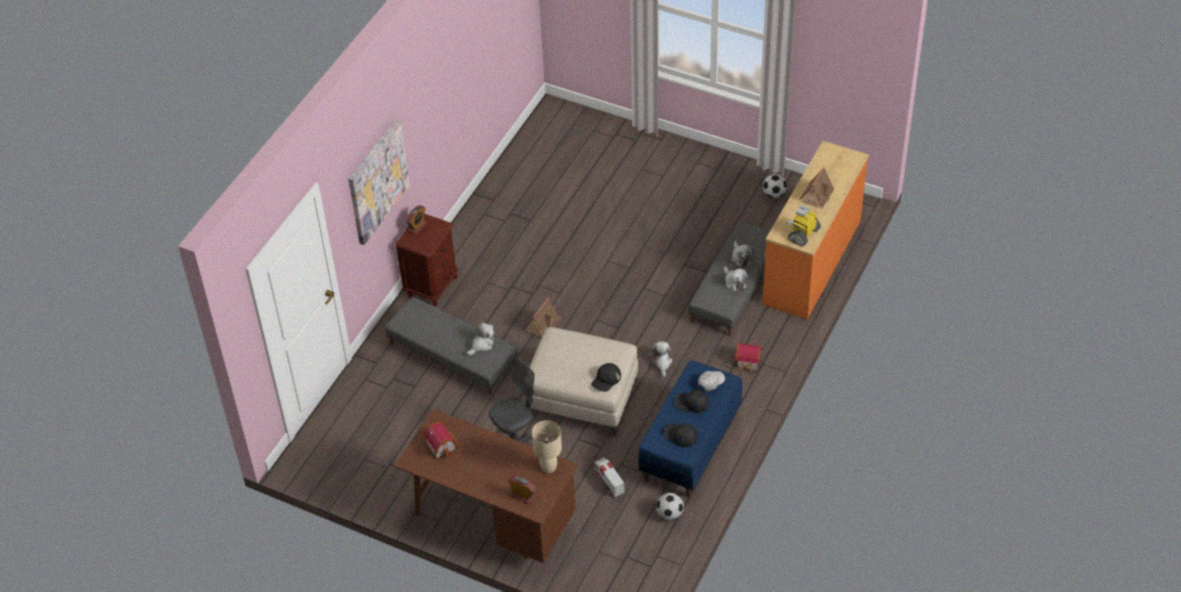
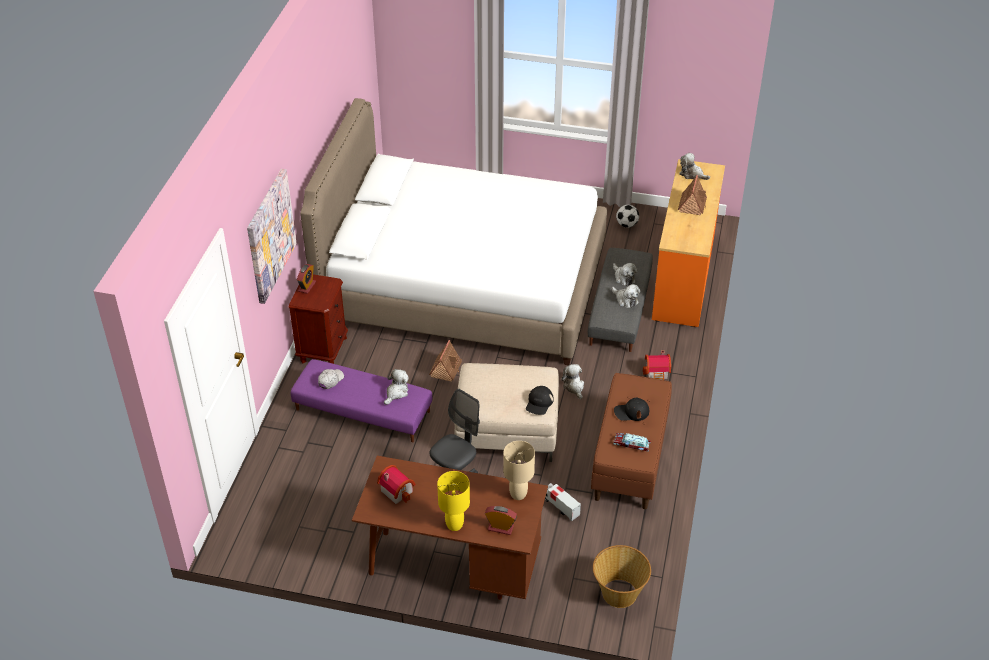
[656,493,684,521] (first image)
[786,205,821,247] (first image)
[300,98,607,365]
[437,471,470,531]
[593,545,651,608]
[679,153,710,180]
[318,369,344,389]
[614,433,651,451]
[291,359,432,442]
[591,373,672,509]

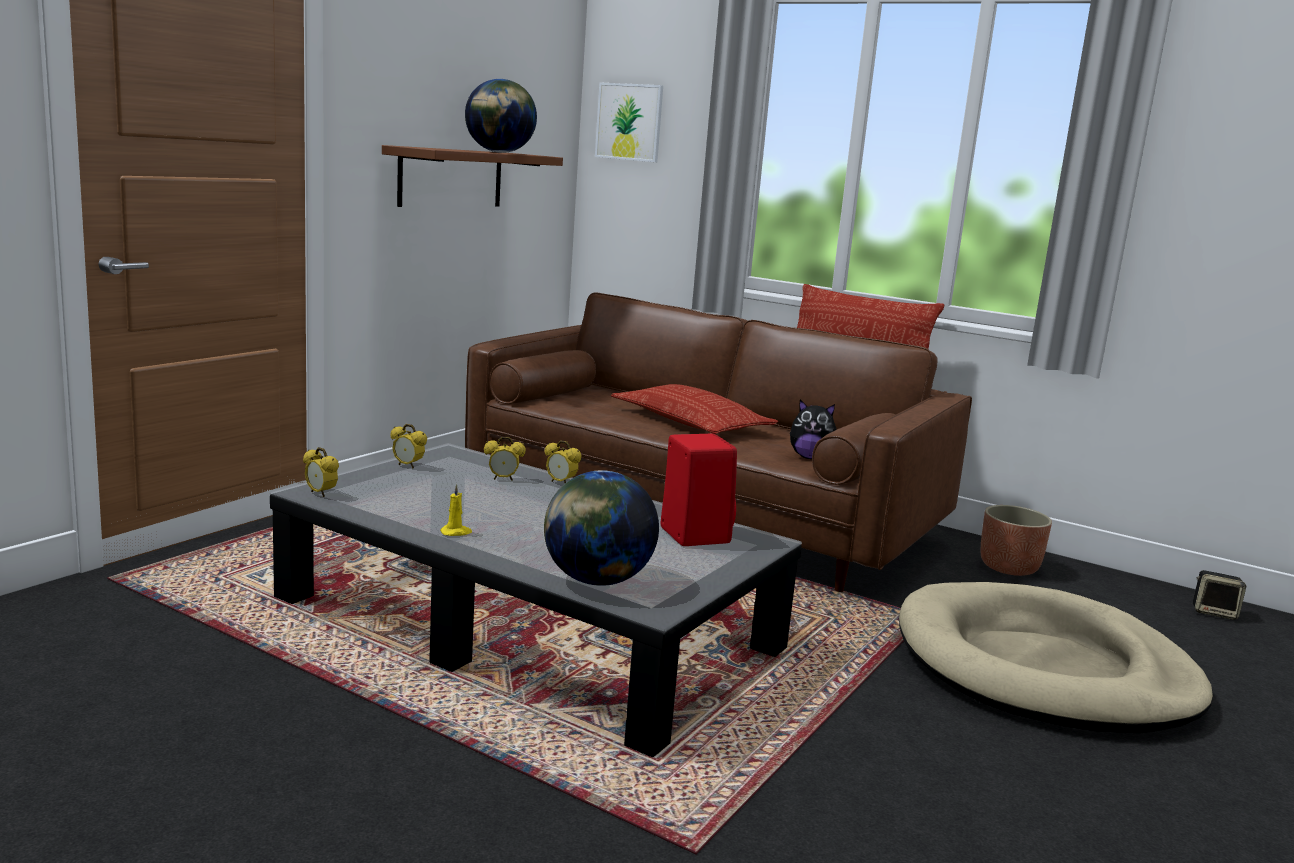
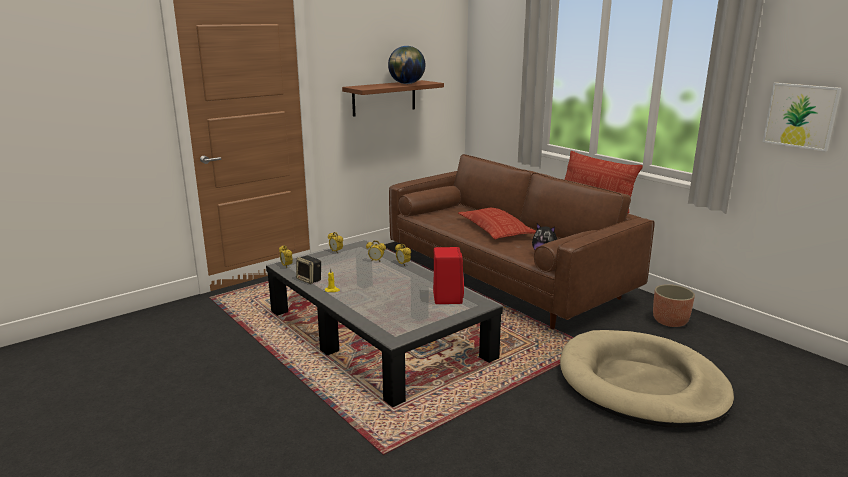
[544,470,659,586] (first image)
[763,83,842,151]
[296,256,321,284]

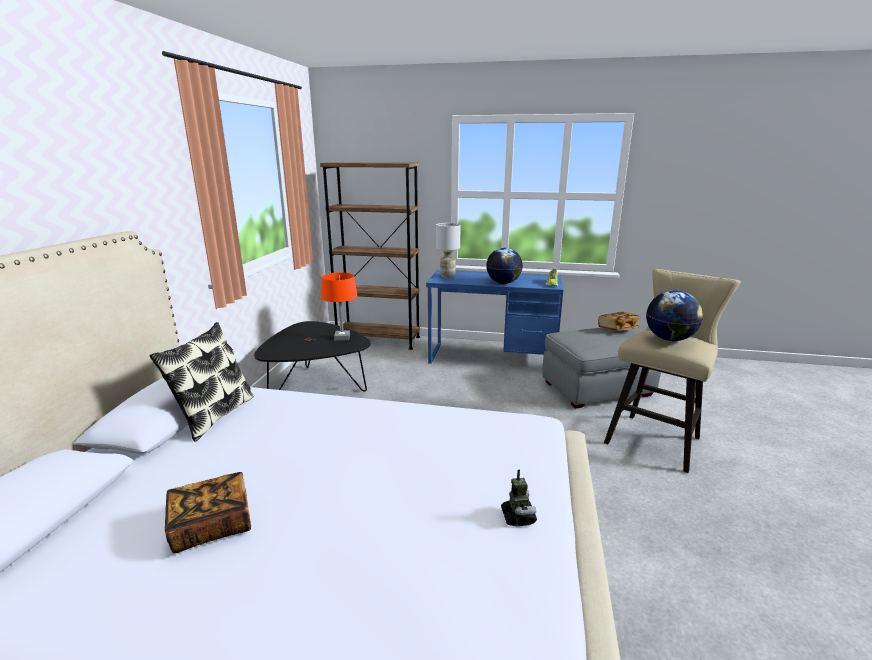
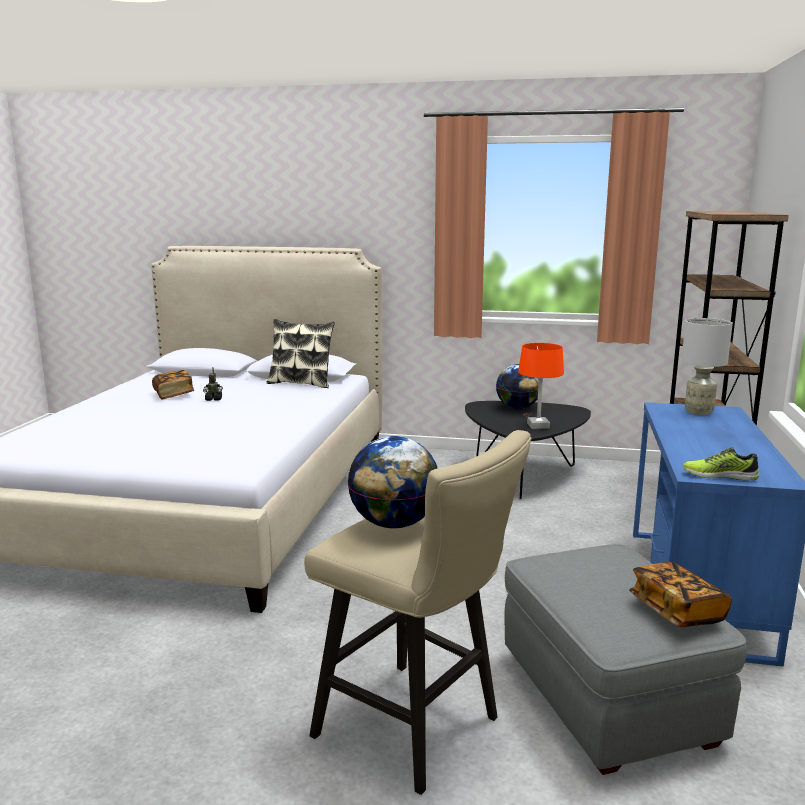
[496,364,539,409]
[203,367,223,401]

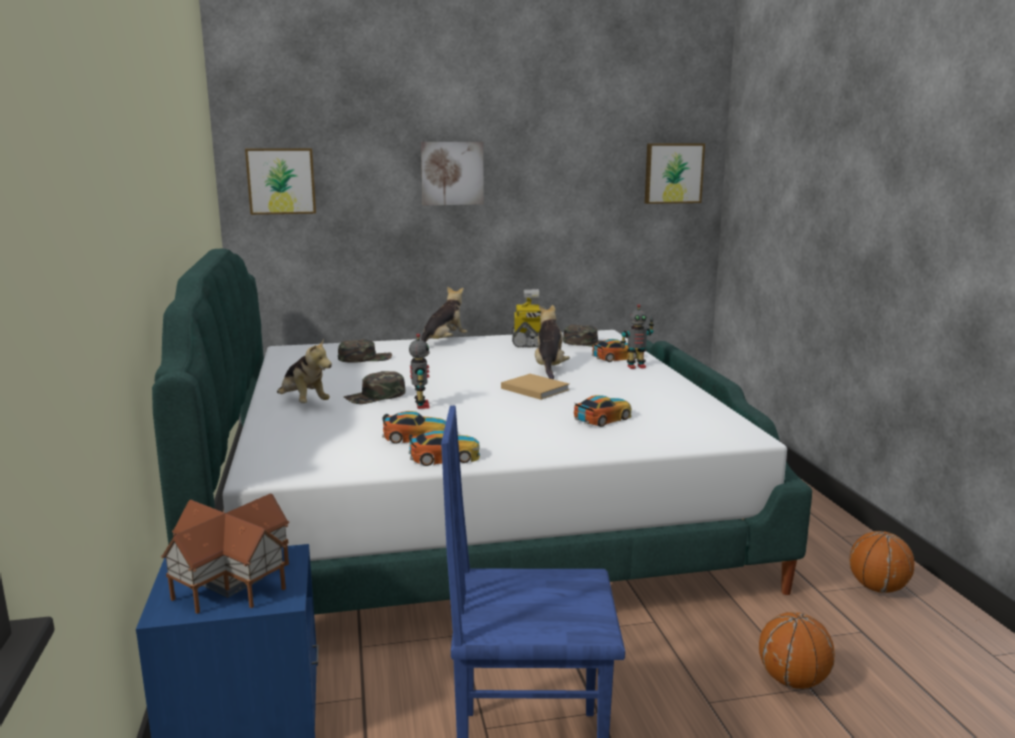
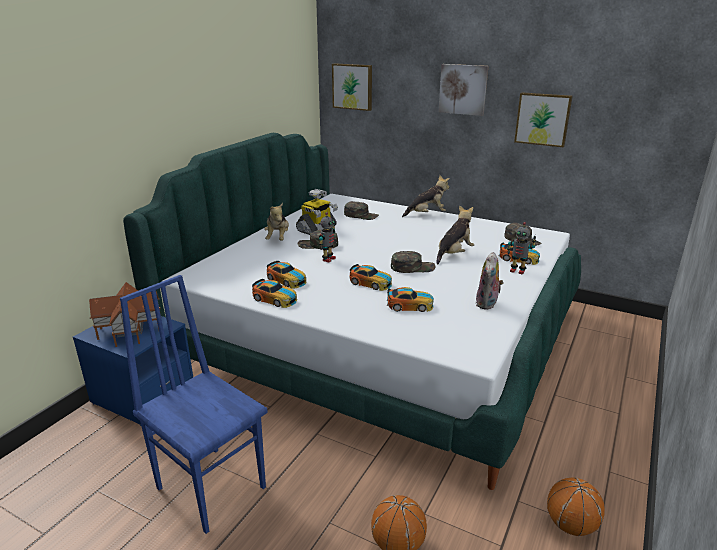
[349,264,392,291]
[476,252,504,310]
[296,189,338,235]
[514,92,573,147]
[391,251,435,273]

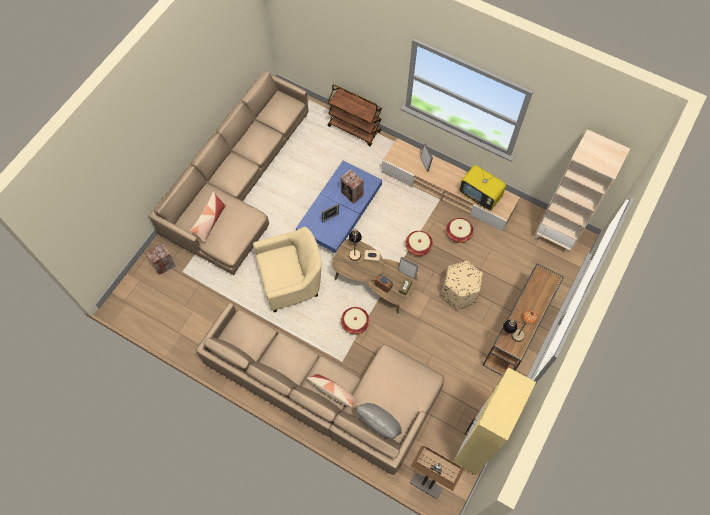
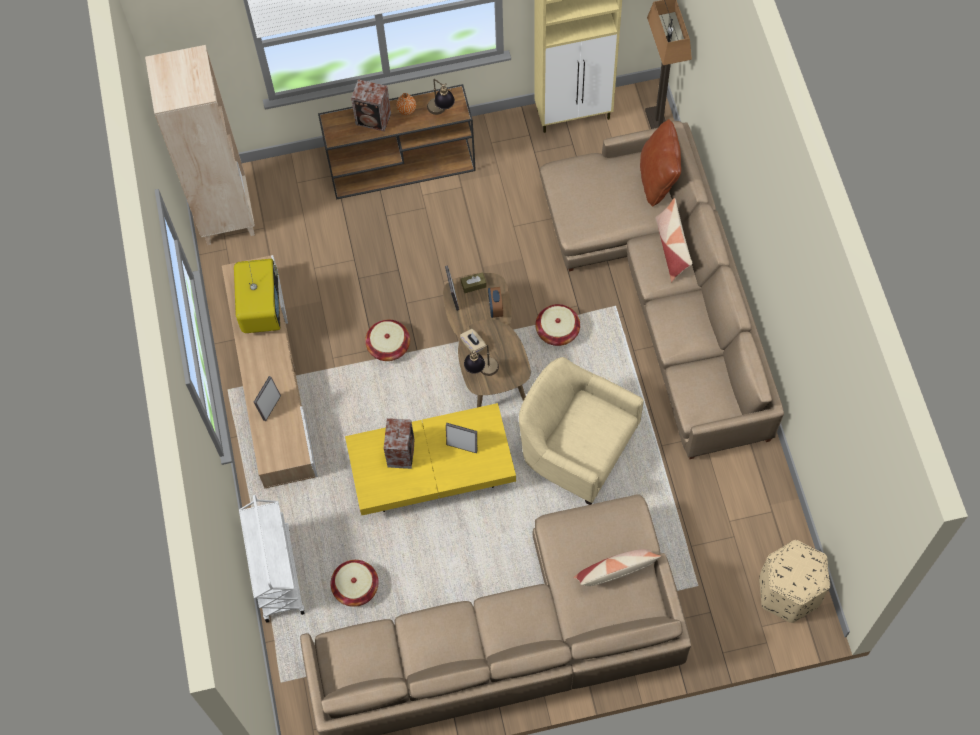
[351,79,391,131]
[759,540,830,623]
[330,560,379,607]
[345,403,516,515]
[239,495,305,623]
[640,119,681,207]

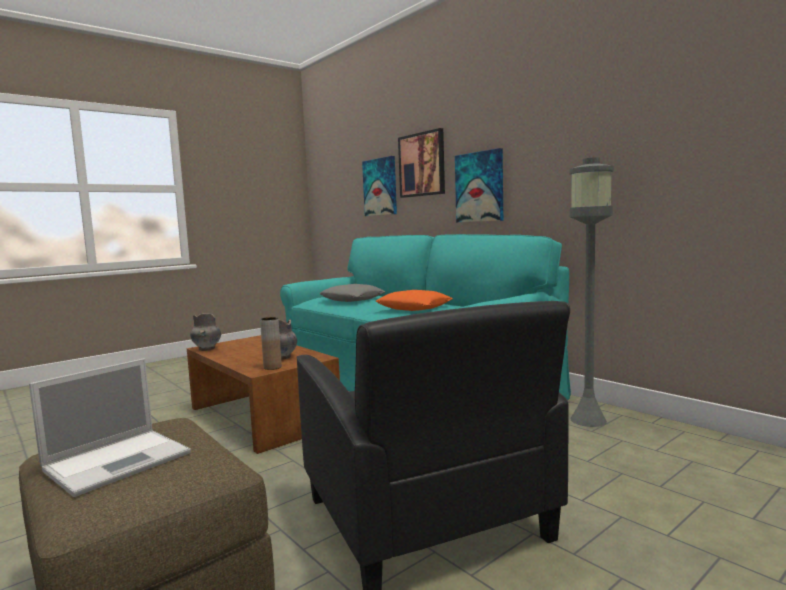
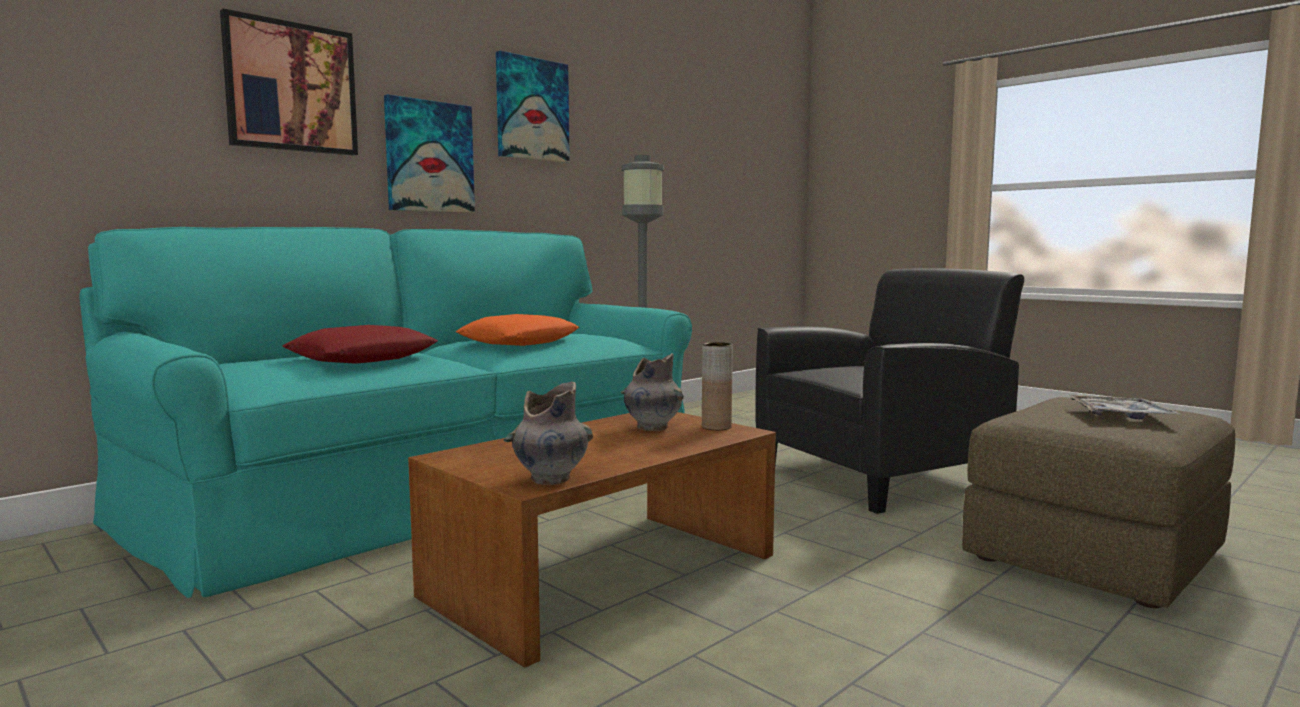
[496,51,570,163]
[1067,395,1181,419]
[282,325,438,364]

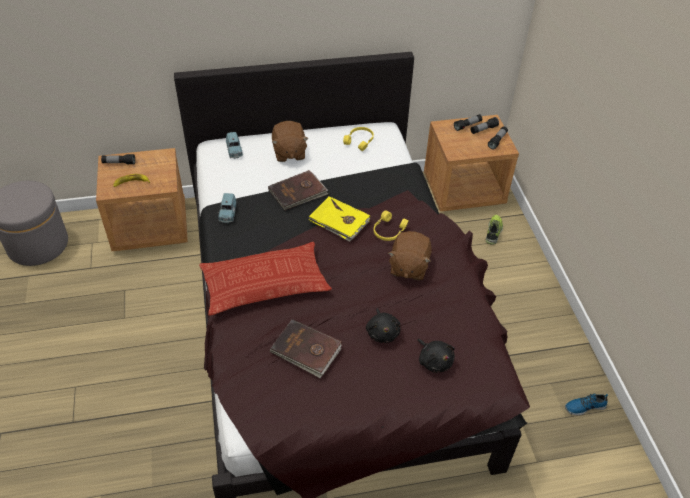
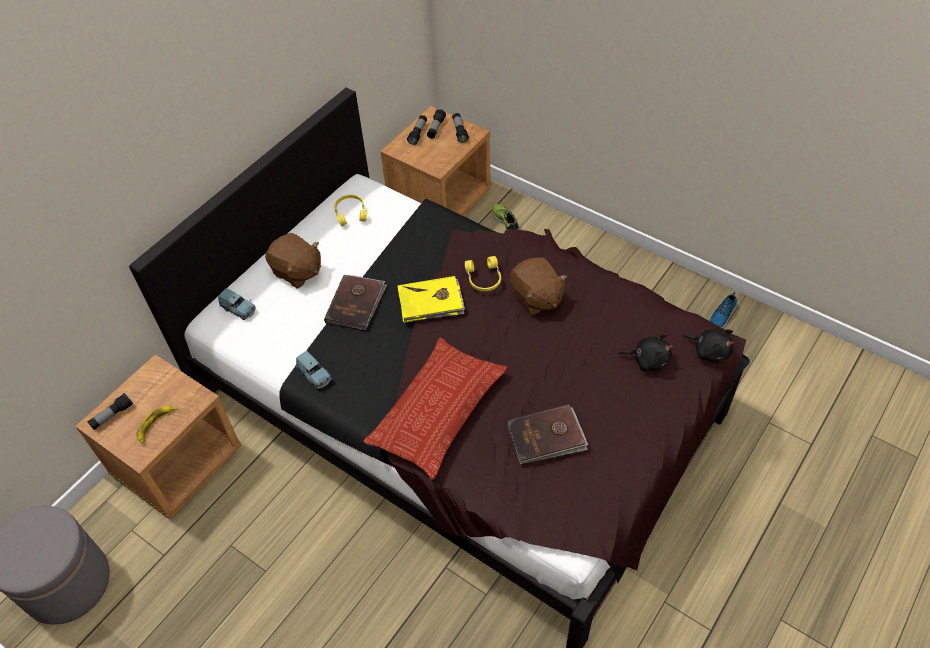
[683,329,734,363]

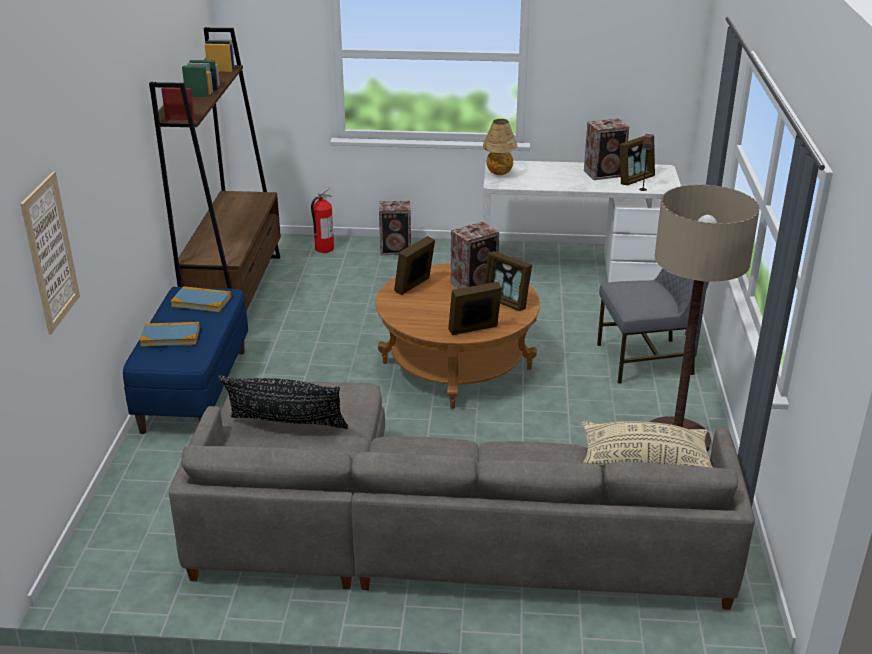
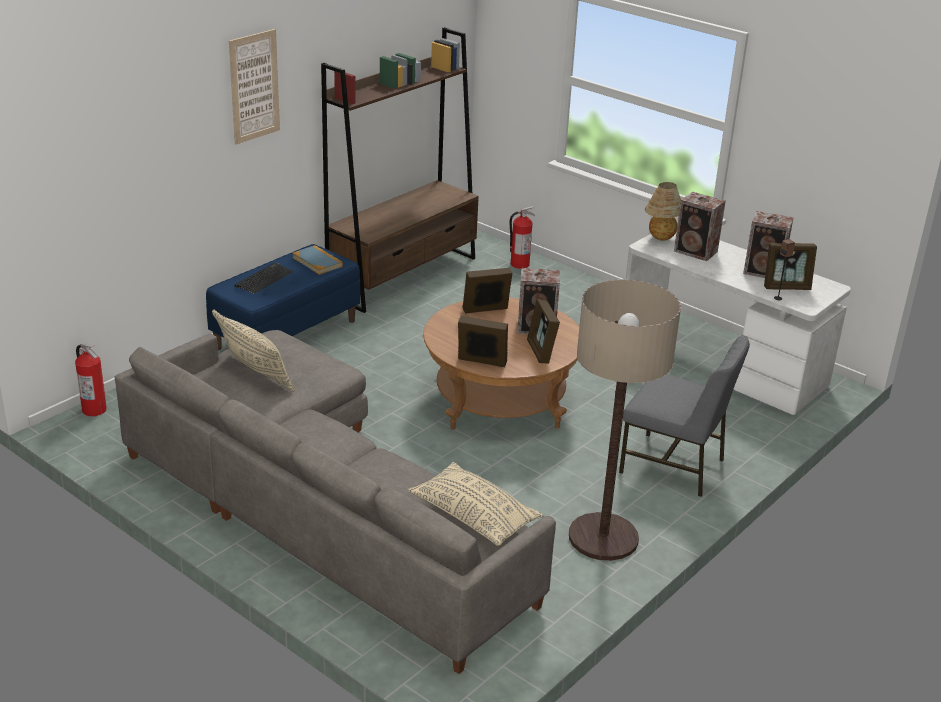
[75,344,107,416]
[229,29,280,144]
[674,192,726,261]
[234,263,293,294]
[212,310,295,392]

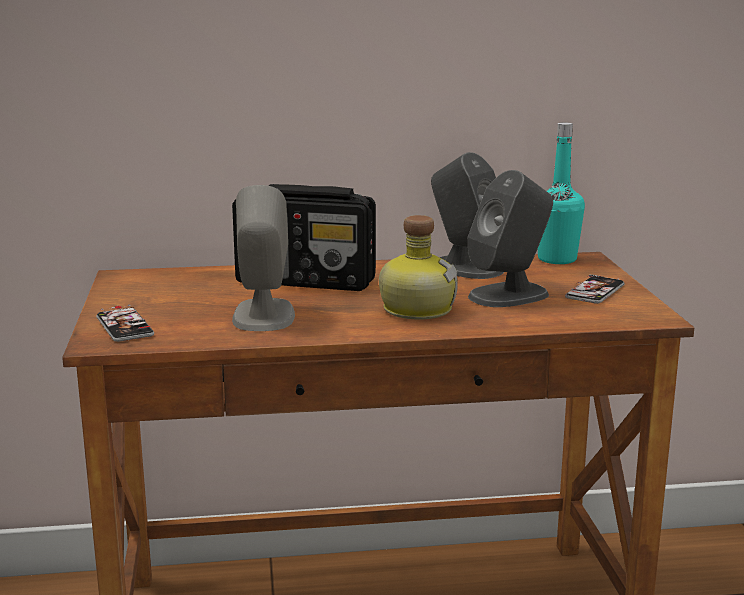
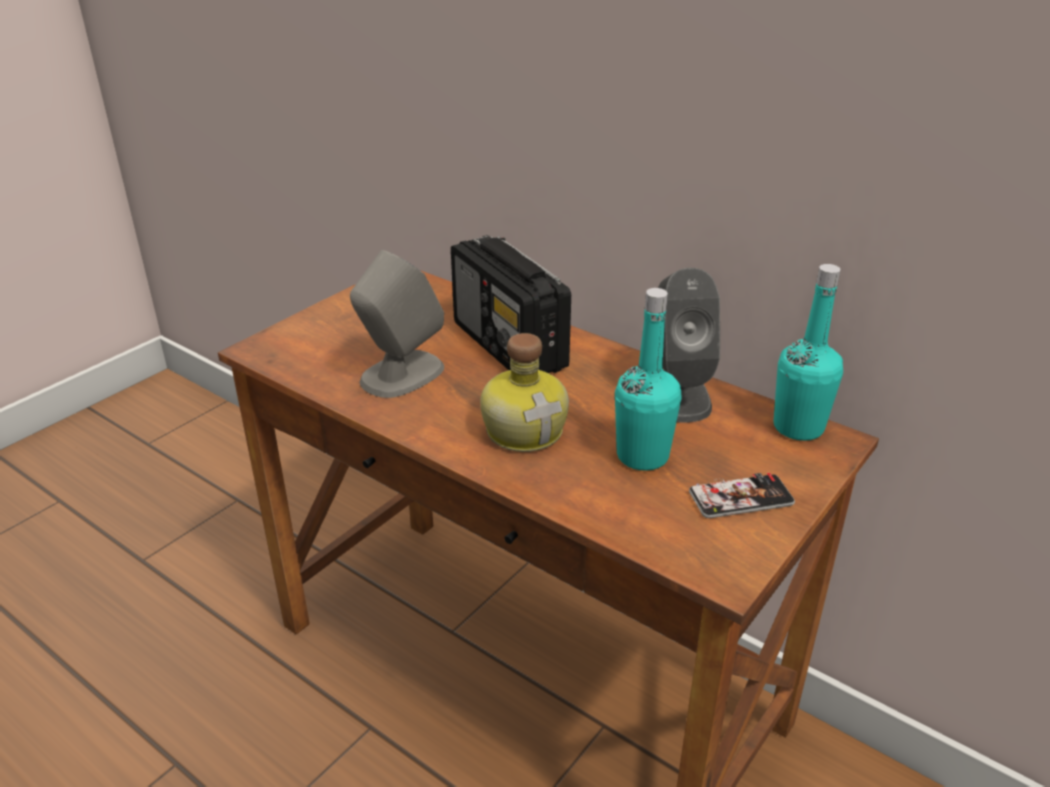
[96,305,154,342] (first image)
[615,288,681,471]

